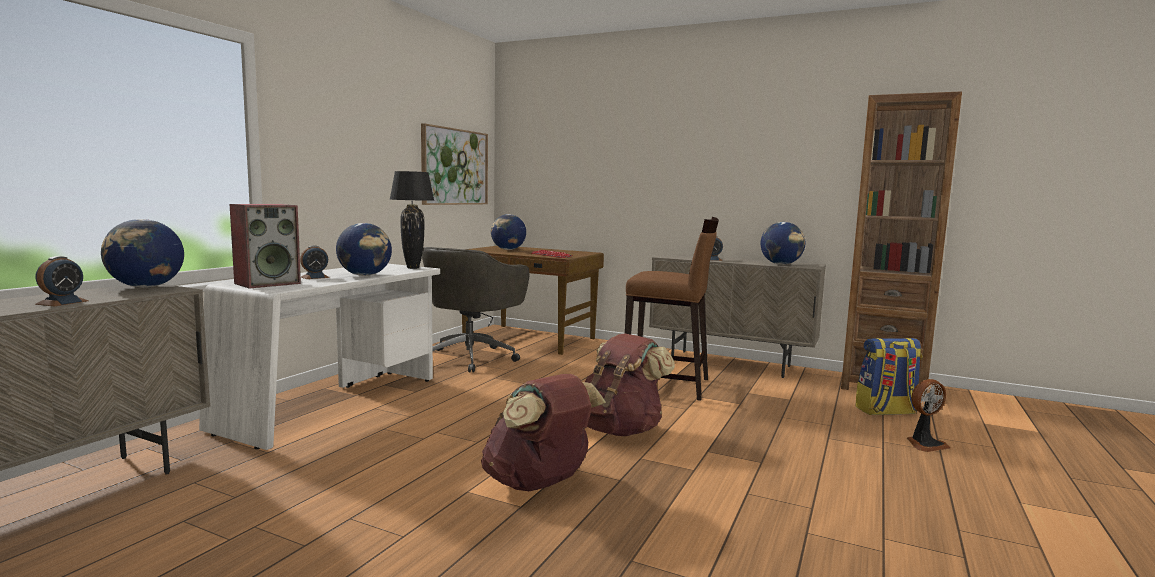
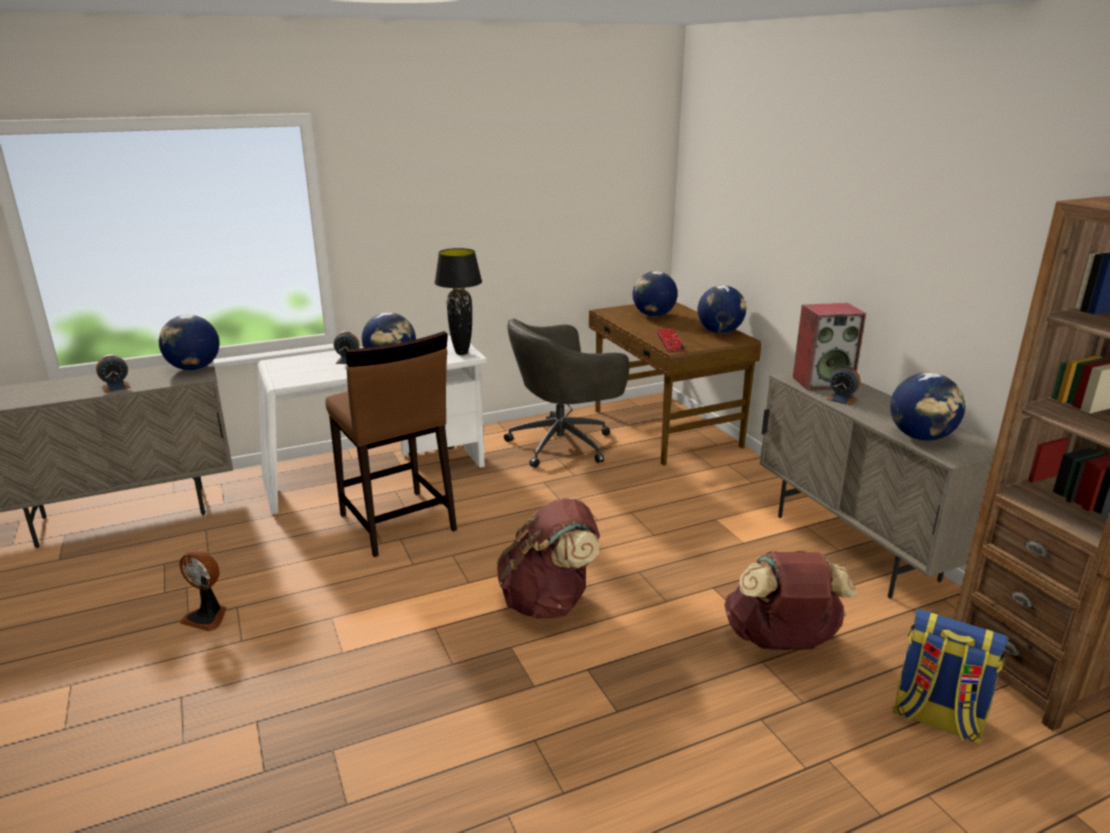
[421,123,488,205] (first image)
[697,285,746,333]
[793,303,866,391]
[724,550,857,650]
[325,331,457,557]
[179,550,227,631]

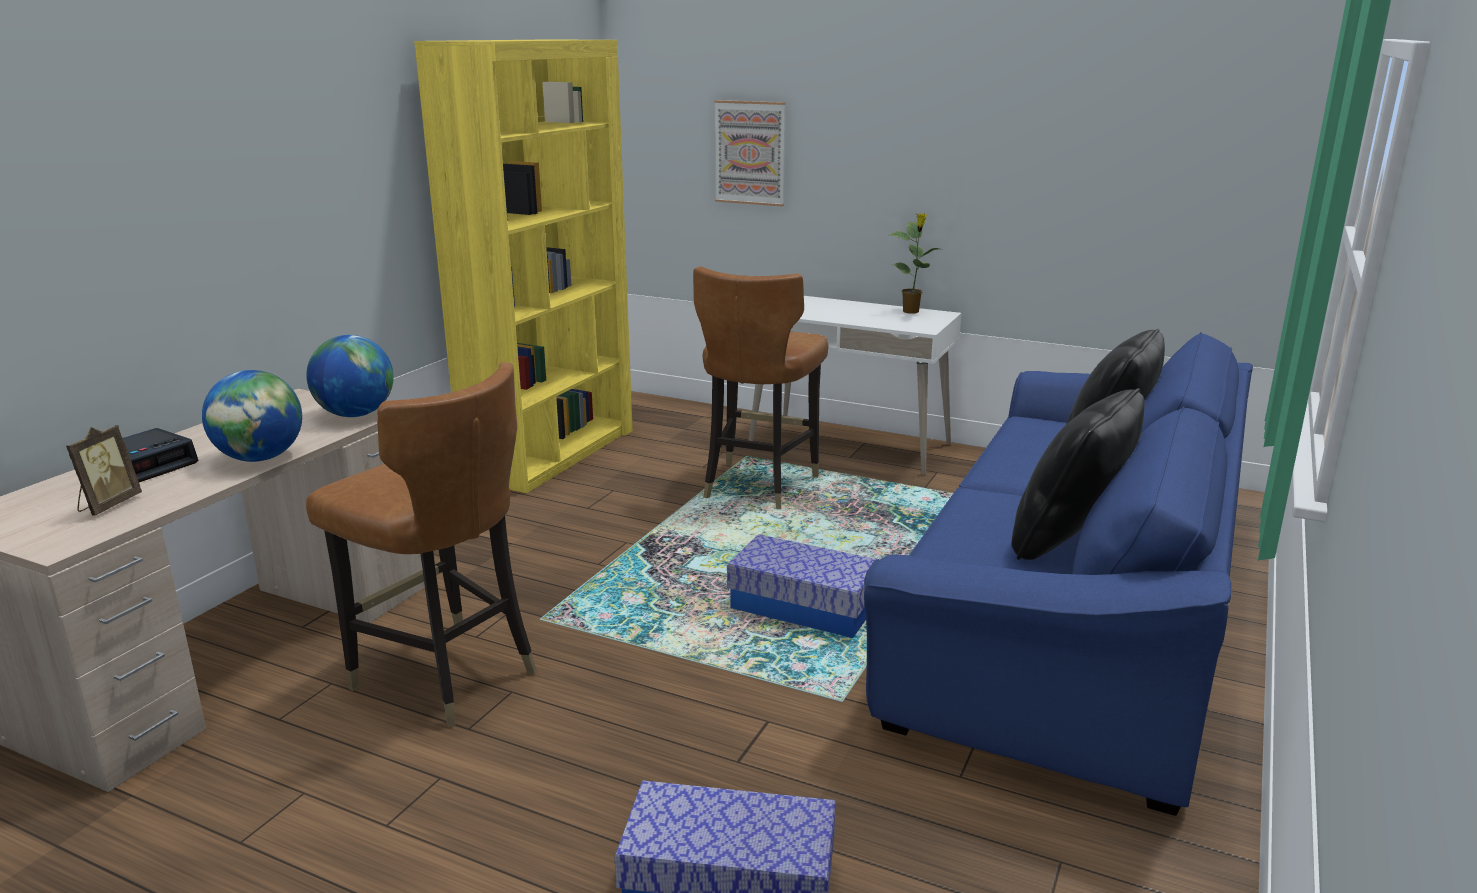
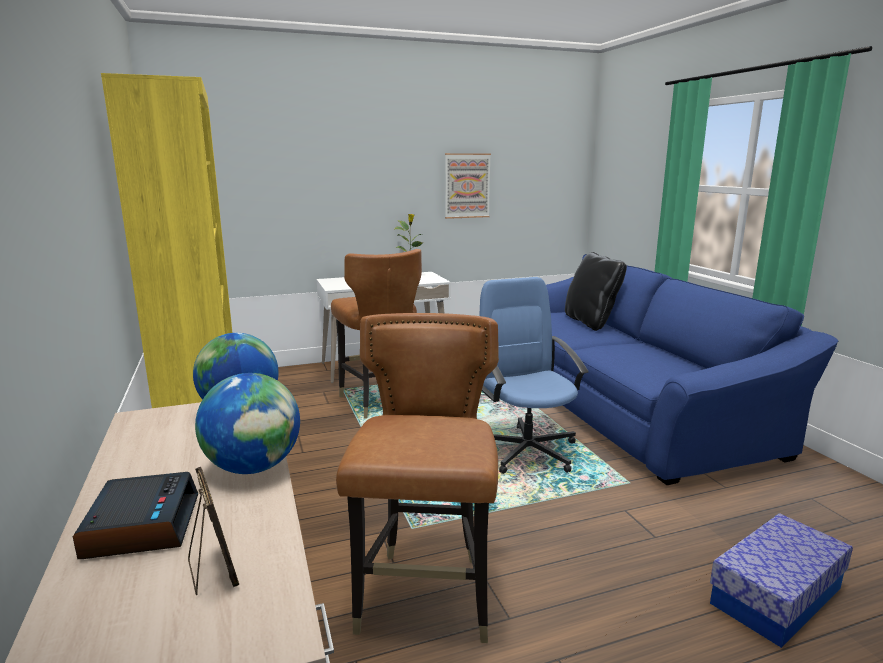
[1011,388,1145,560] (first image)
[445,153,491,219]
[479,277,589,474]
[336,313,499,643]

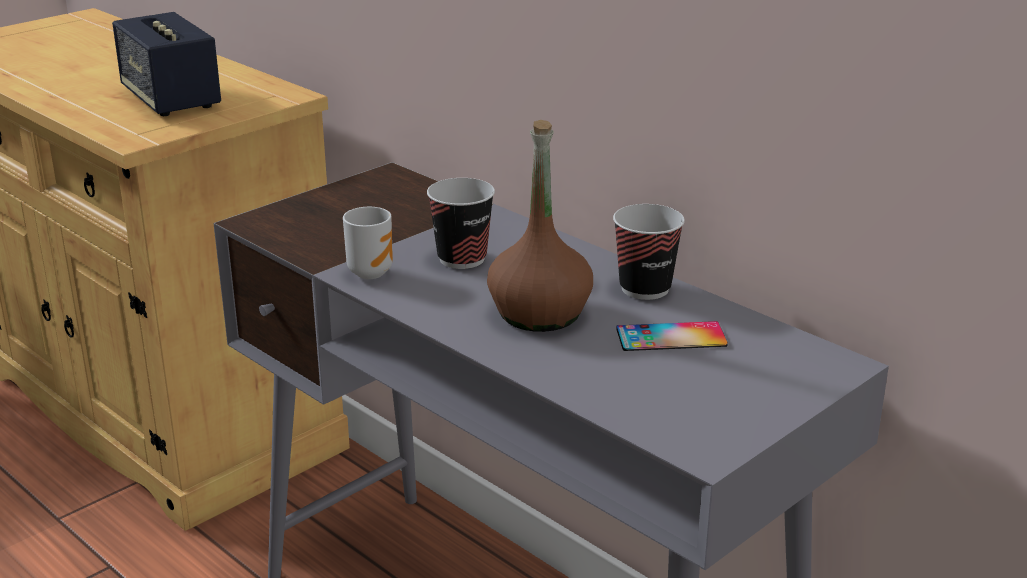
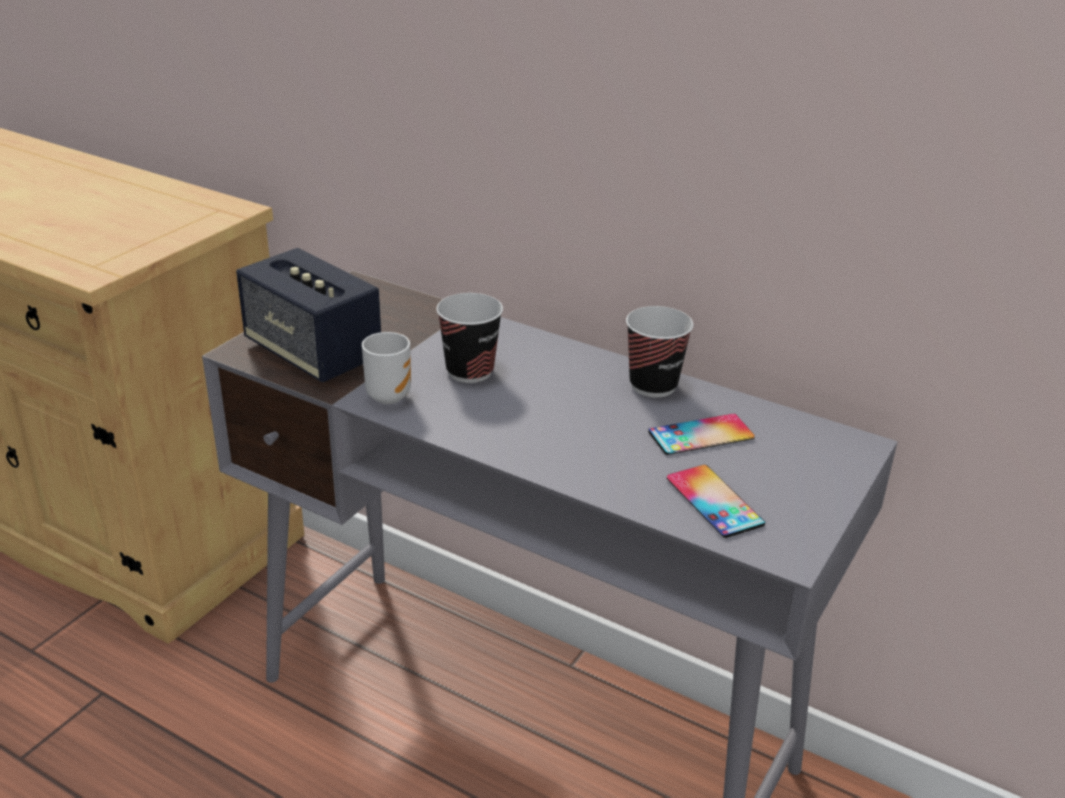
[487,120,593,332] (first image)
[667,465,765,538]
[236,248,381,383]

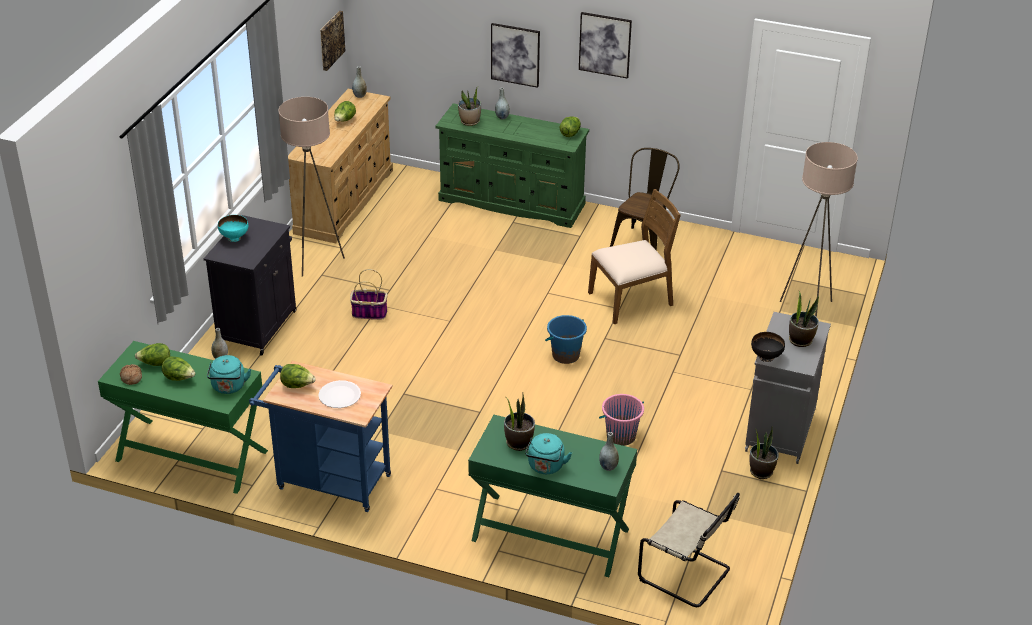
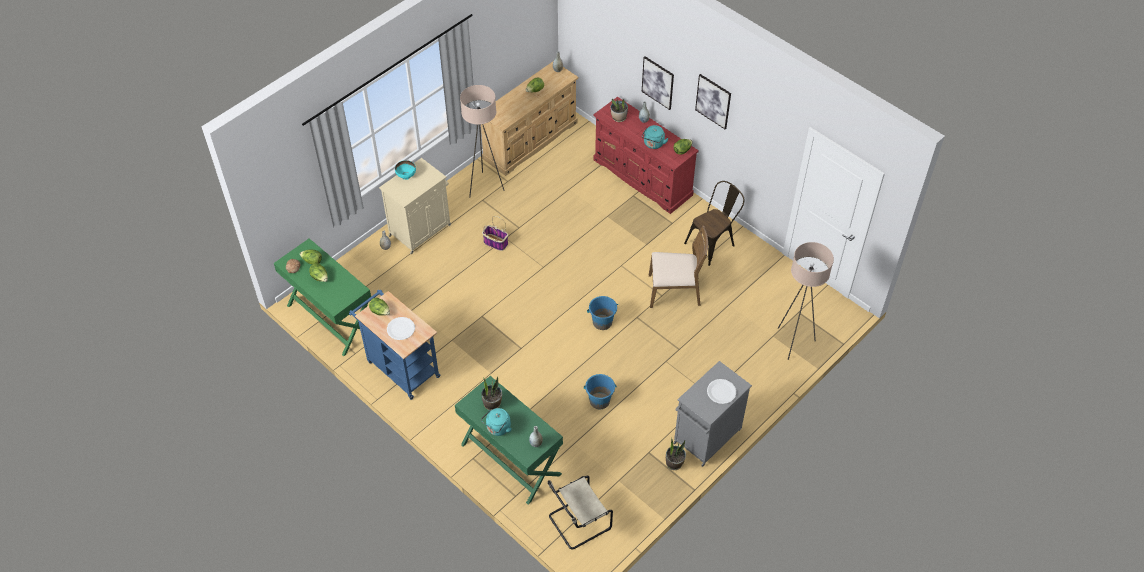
[320,11,345,71] (first image)
[751,332,785,362] (first image)
[642,125,669,149]
[707,379,736,404]
[379,158,451,254]
[593,97,699,214]
[584,374,617,409]
[548,476,613,549]

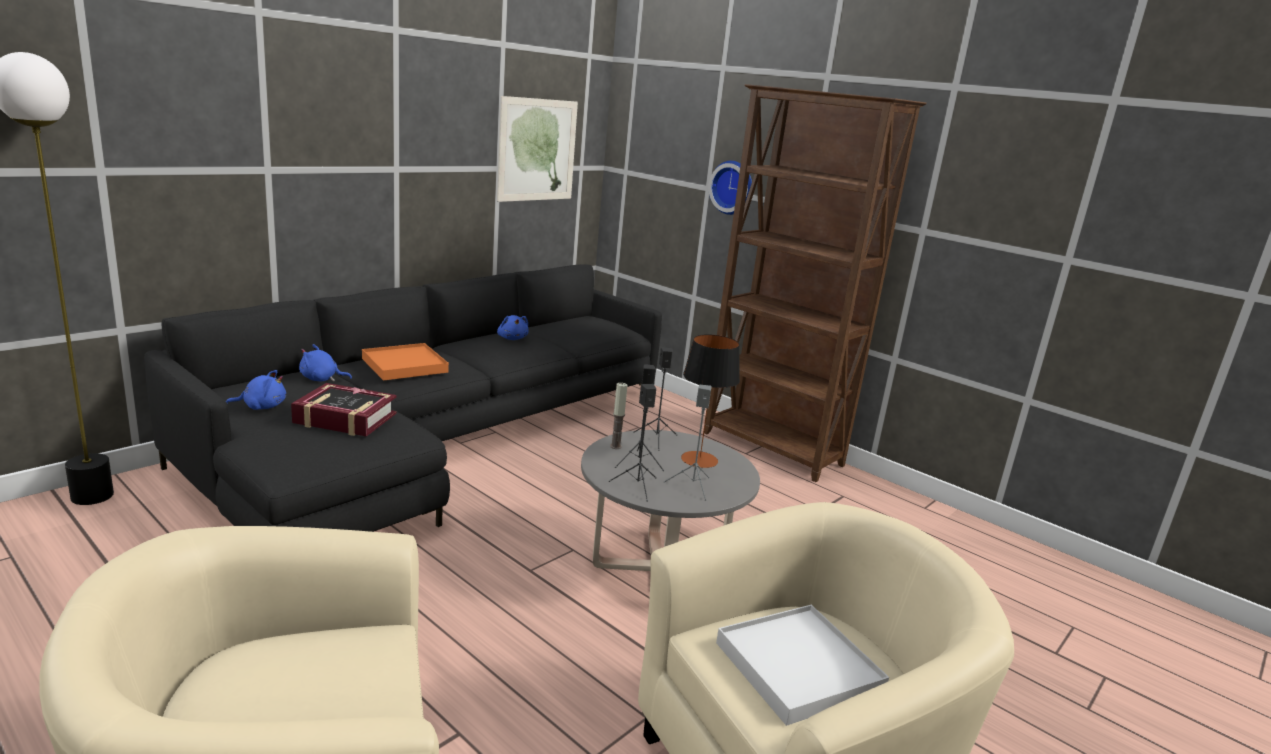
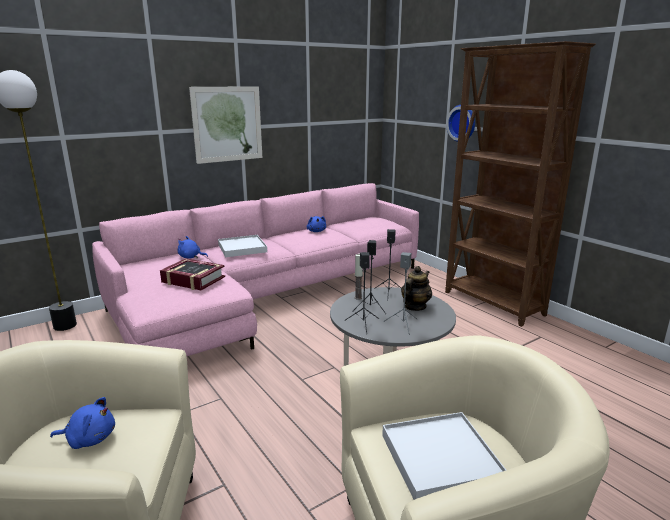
[50,397,115,449]
[189,86,262,164]
[401,266,432,311]
[92,183,419,356]
[218,235,267,257]

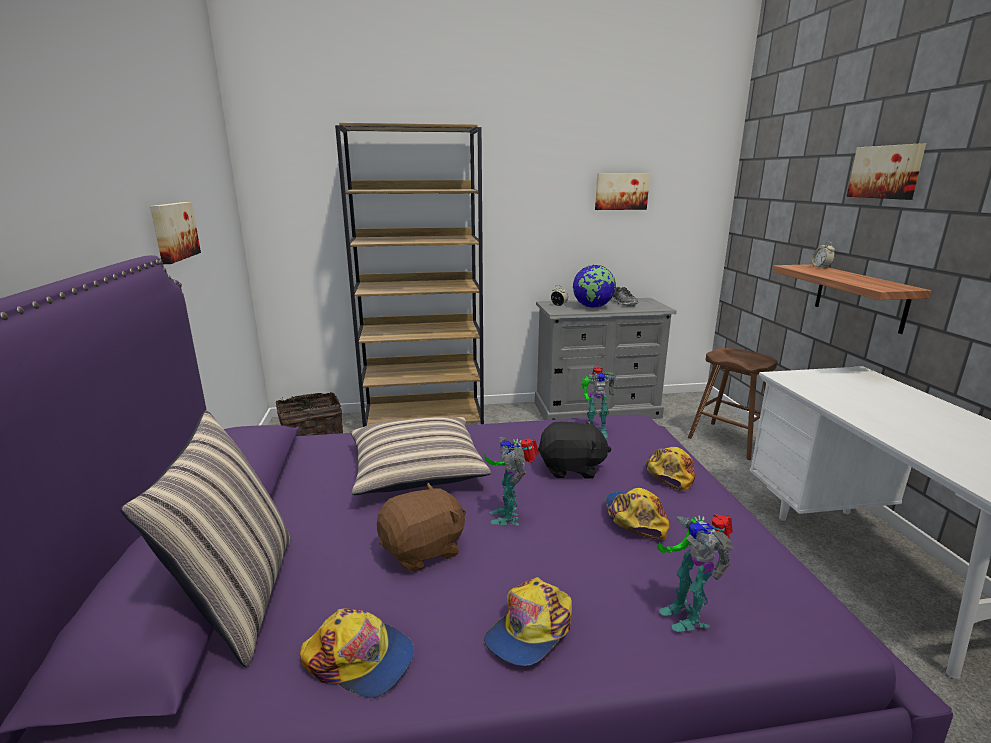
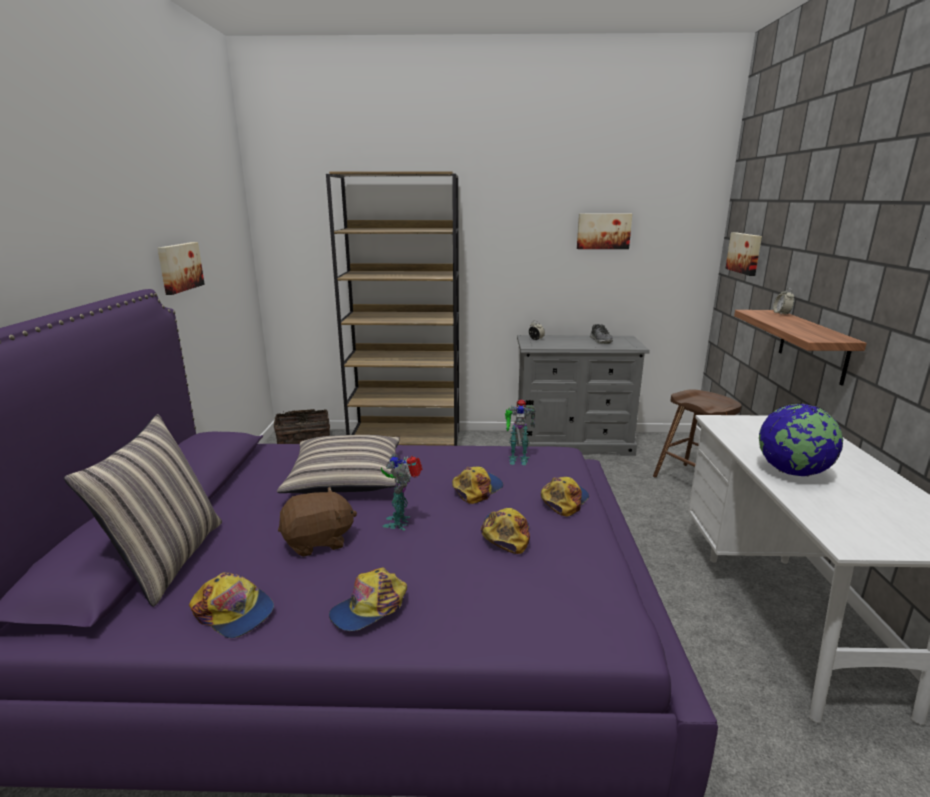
[657,514,734,632] (first image)
[759,404,843,476]
[725,232,762,276]
[452,466,503,504]

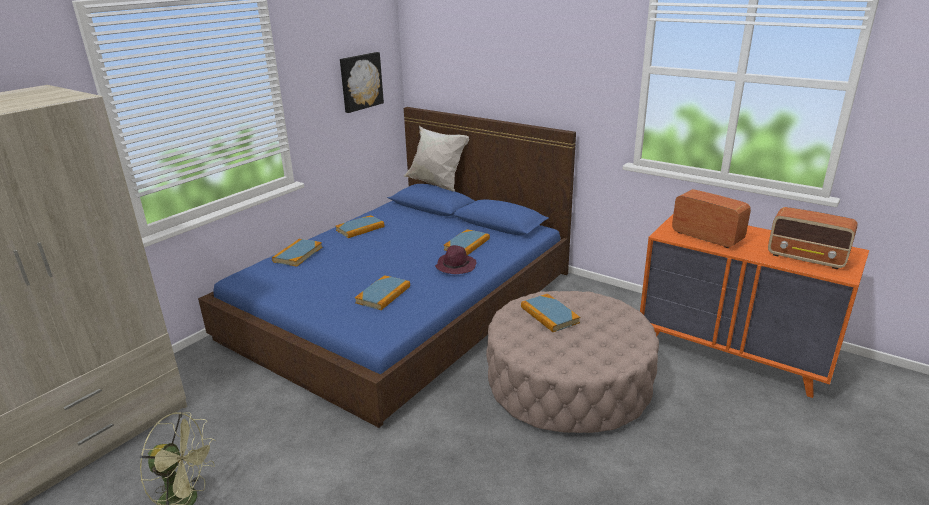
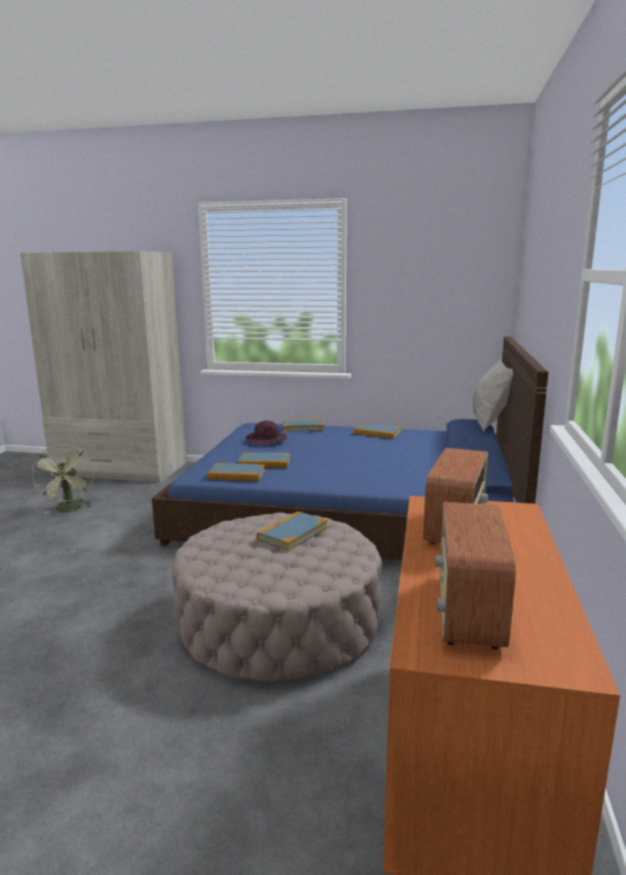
[340,52,384,113] (first image)
[246,421,287,446]
[207,463,265,481]

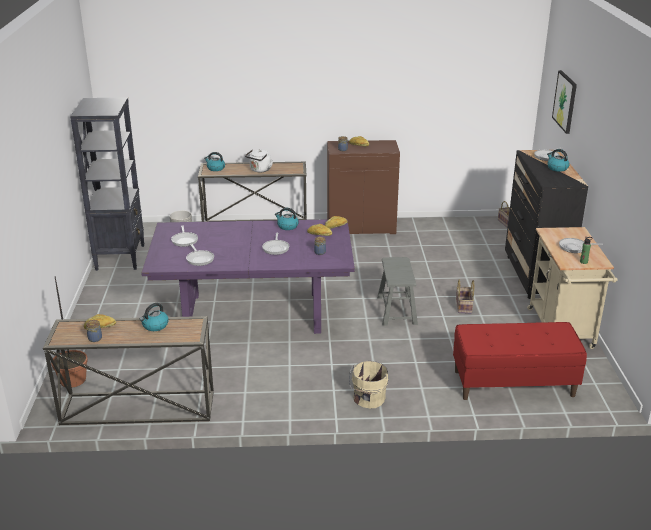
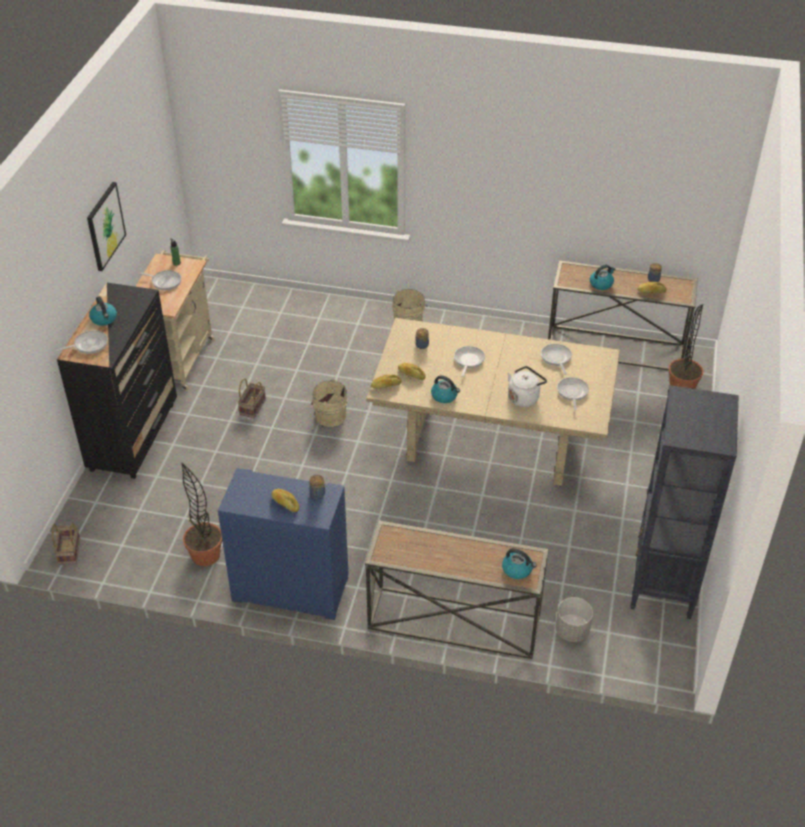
[453,322,587,400] (first image)
[182,463,222,566]
[508,366,547,407]
[87,182,126,271]
[311,379,348,427]
[366,318,620,486]
[218,468,349,620]

